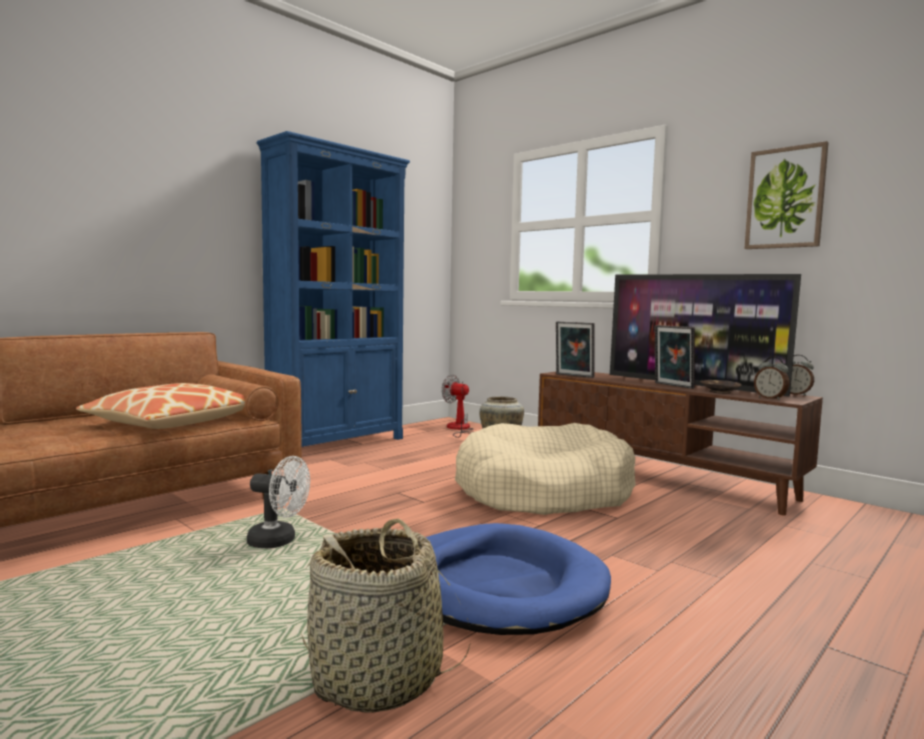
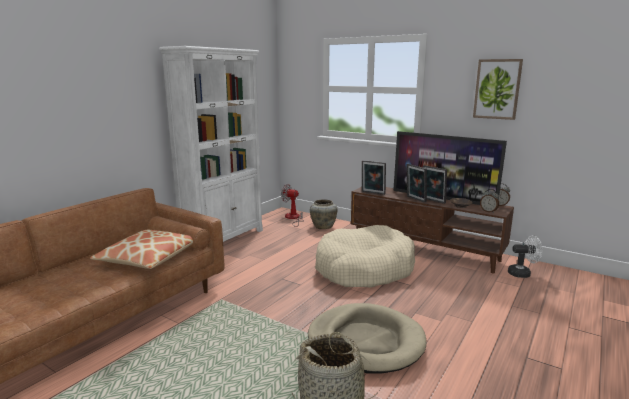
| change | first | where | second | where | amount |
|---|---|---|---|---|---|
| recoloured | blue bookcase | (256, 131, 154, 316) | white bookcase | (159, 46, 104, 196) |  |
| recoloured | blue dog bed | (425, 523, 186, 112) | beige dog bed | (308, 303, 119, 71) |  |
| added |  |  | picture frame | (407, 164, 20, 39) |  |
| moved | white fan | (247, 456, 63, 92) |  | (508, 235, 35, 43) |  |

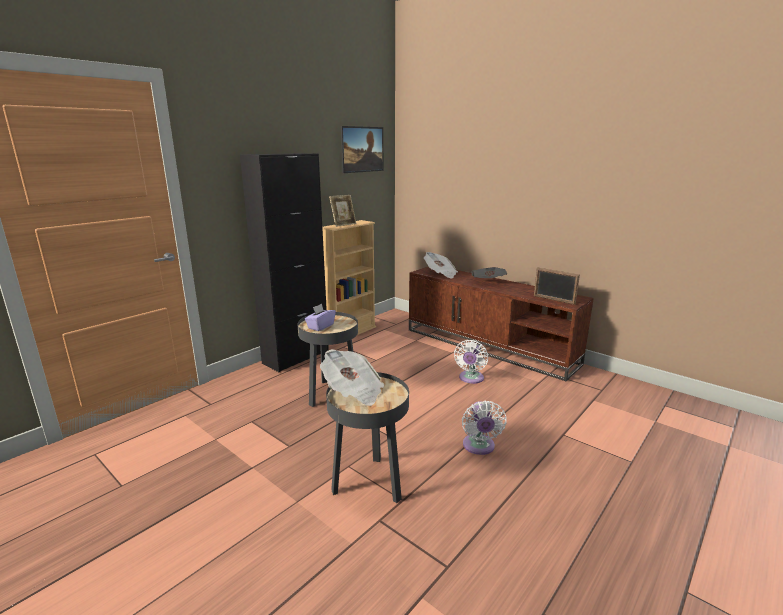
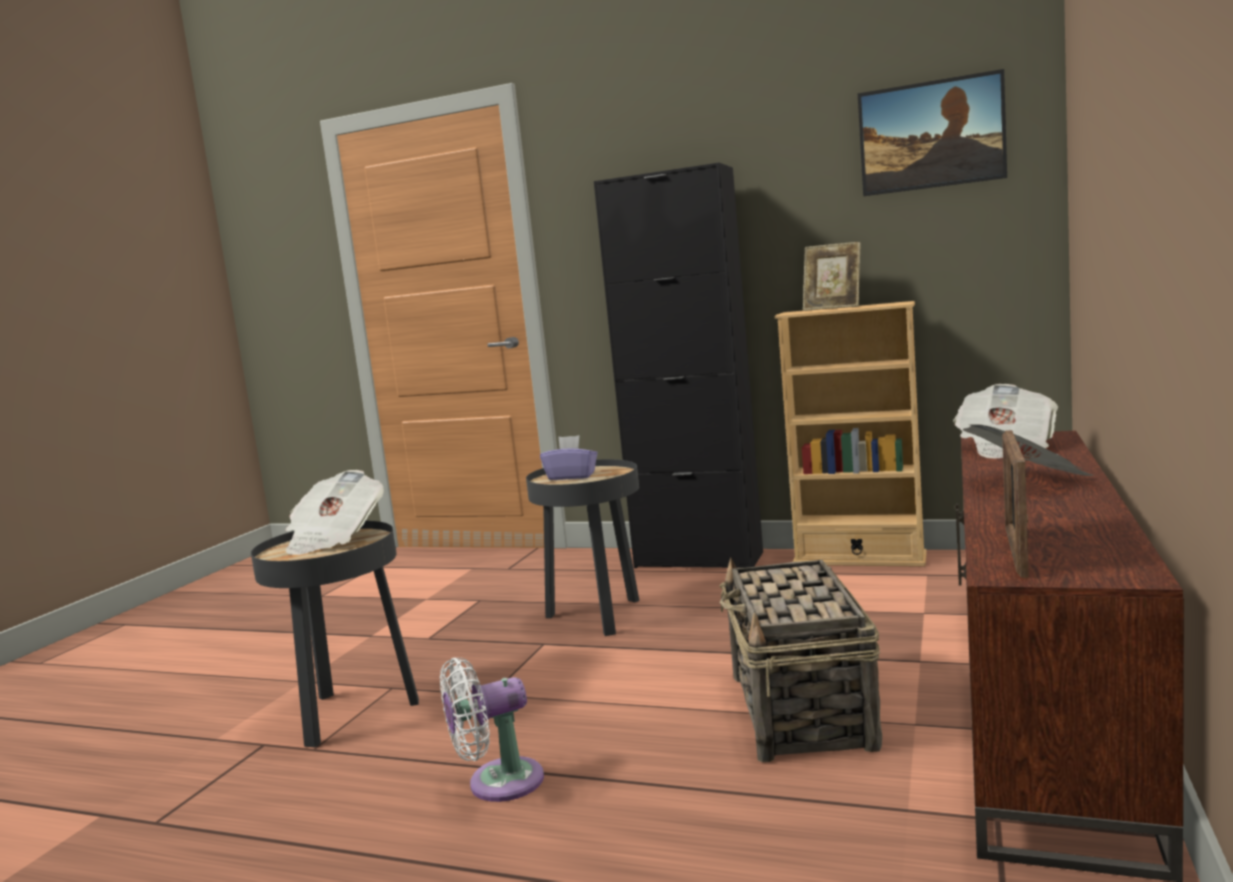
| change | first | where | second | where | amount |
|---|---|---|---|---|---|
| replaced | white fan | (454, 340, 34, 44) | basket | (719, 558, 163, 204) |  |

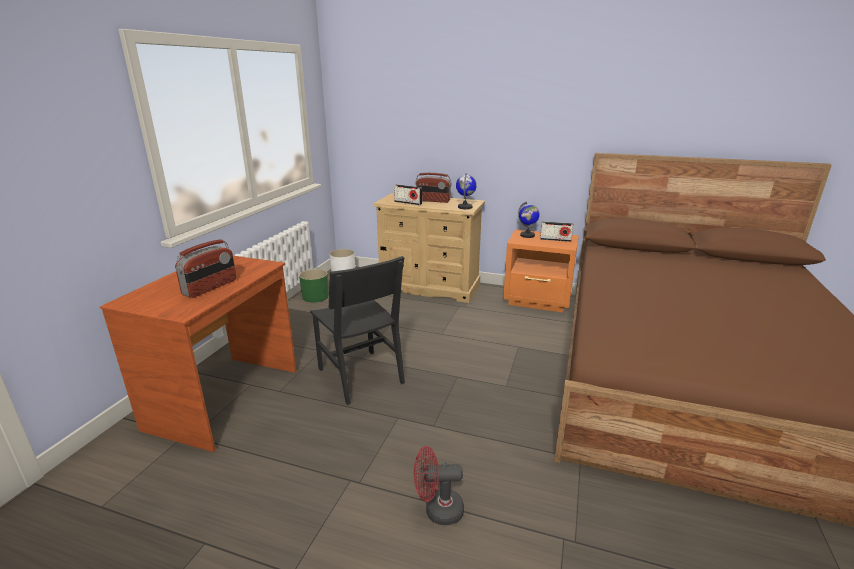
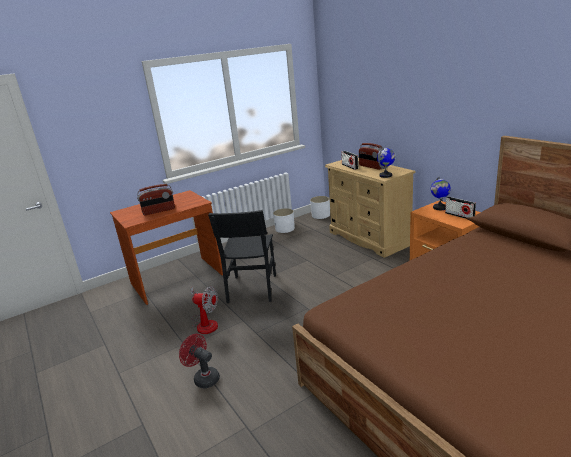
| change | first | where | second | where | amount |
|---|---|---|---|---|---|
| added |  |  | fan | (190, 286, 28, 48) |  |
| recoloured | green planter | (299, 269, 30, 33) | white planter | (273, 208, 22, 25) |  |

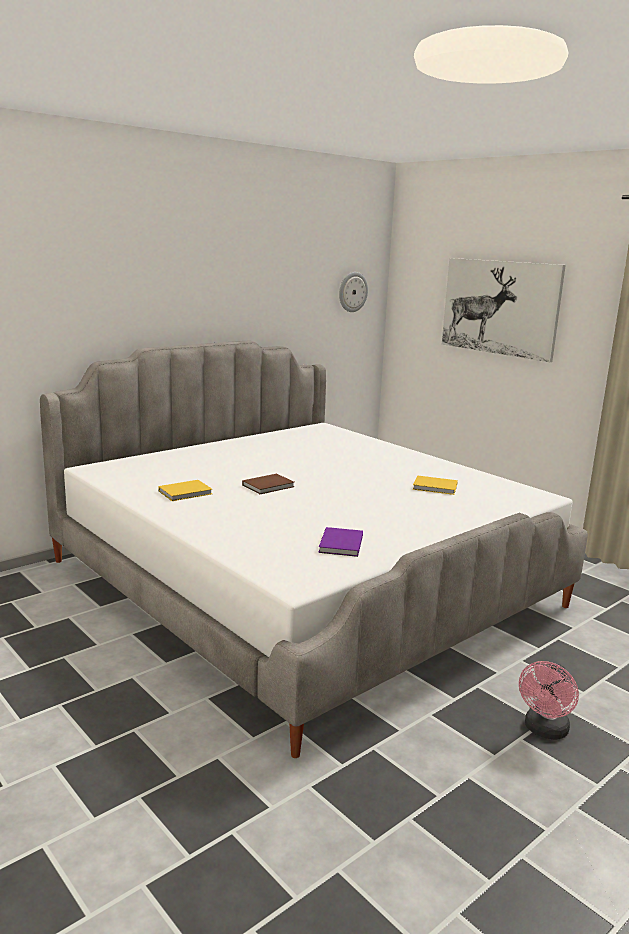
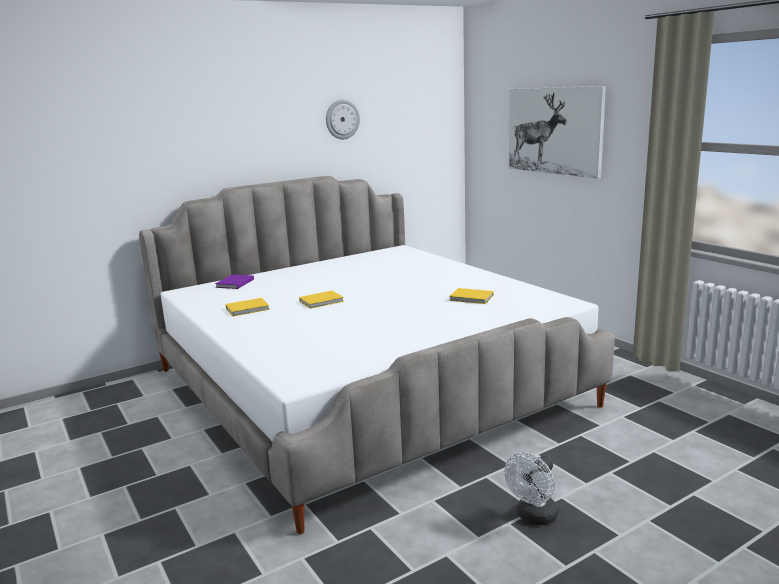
| change | first | where | second | where | amount |
|---|---|---|---|---|---|
| moved | purple book | (318, 527, 45, 30) |  | (215, 274, 39, 15) |  |
| recoloured | brown book | (242, 474, 53, 20) | yellow book | (299, 291, 45, 18) |  |
| moved | wall clock | (339, 272, 29, 40) |  | (326, 99, 34, 40) |  |
| recoloured | pink fan | (519, 661, 60, 79) | white fan | (504, 452, 54, 73) |  |

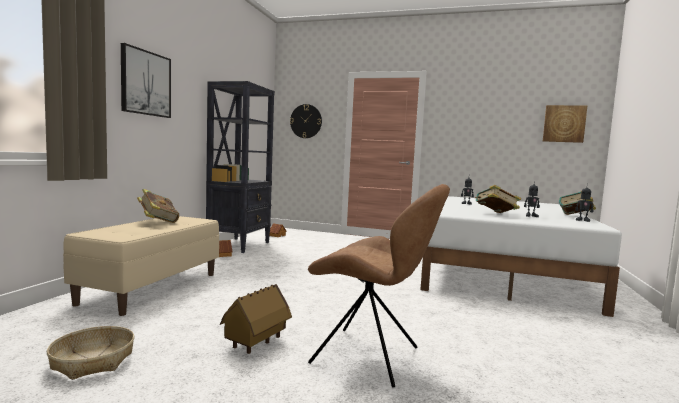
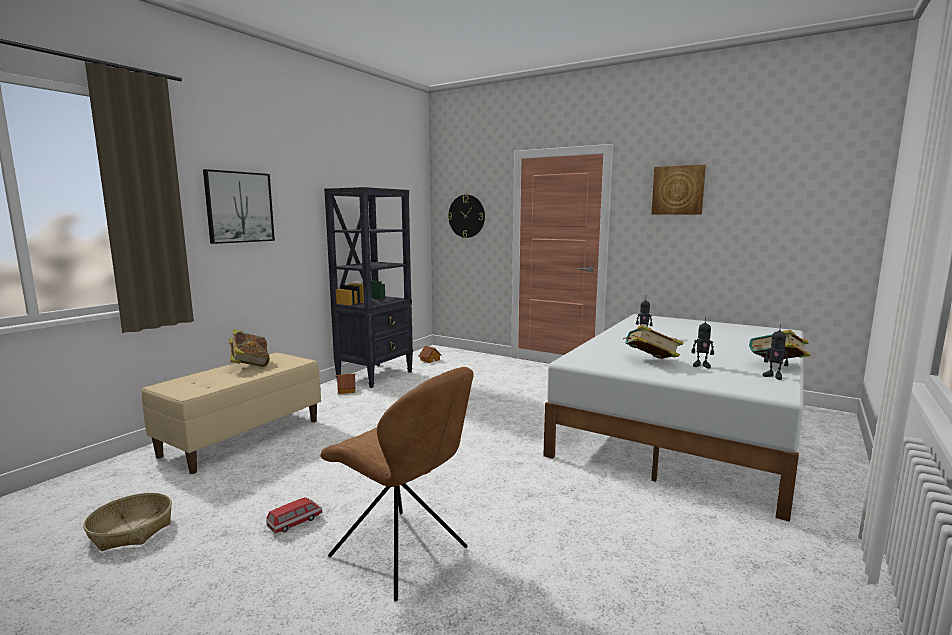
| change | first | where | second | where | amount |
|---|---|---|---|---|---|
| replaced | toy house | (220, 284, 72, 70) | toy car | (266, 497, 57, 37) |  |
| moved | picture | (543, 105, 44, 38) |  | (651, 164, 55, 51) |  |

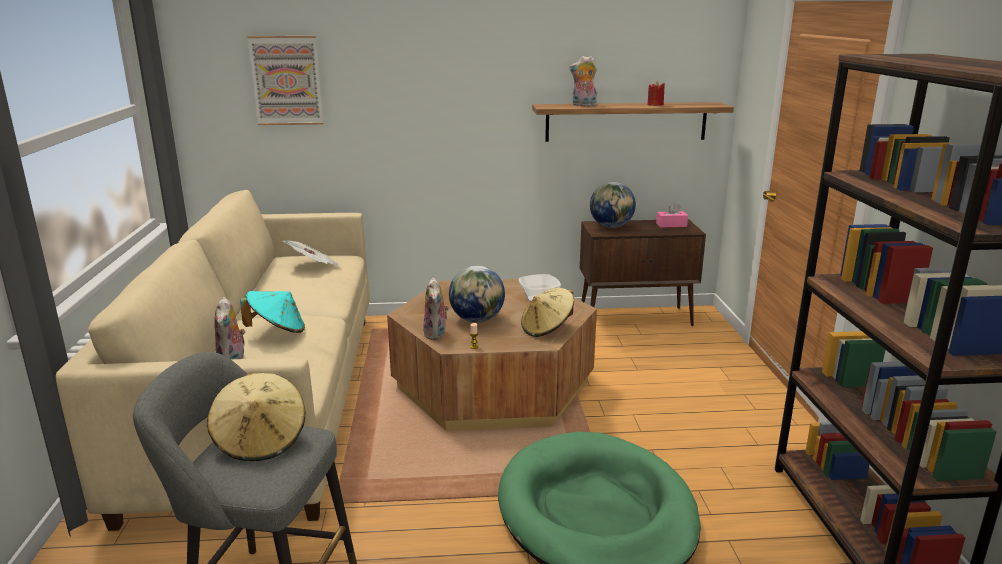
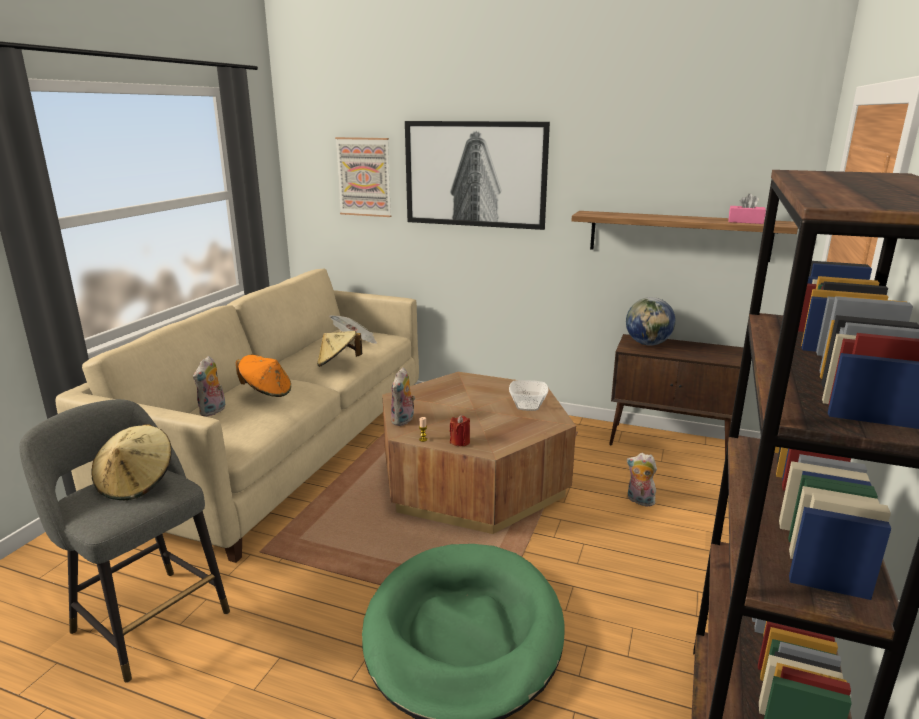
| change | first | where | second | where | amount |
|---|---|---|---|---|---|
| recoloured | turquoise hat | (240, 291, 65, 42) | orange hat | (236, 355, 55, 42) |  |
| moved | beige hat | (521, 288, 53, 49) |  | (317, 331, 45, 36) |  |
| added |  |  | picture | (405, 121, 145, 109) |  |
| moved | red candle | (647, 81, 18, 25) |  | (450, 415, 20, 31) |  |
| moved | plush toy | (569, 56, 28, 50) |  | (627, 453, 30, 53) |  |
| moved | pink tissue box | (656, 202, 32, 26) |  | (728, 194, 38, 30) |  |
| removed | globe | (449, 266, 56, 57) |  |  |  |

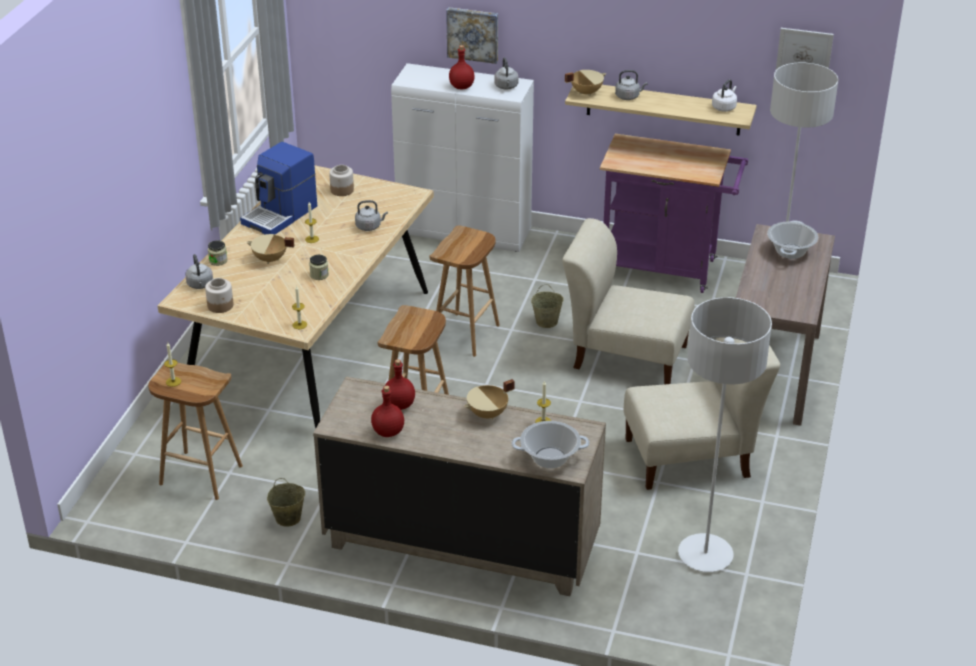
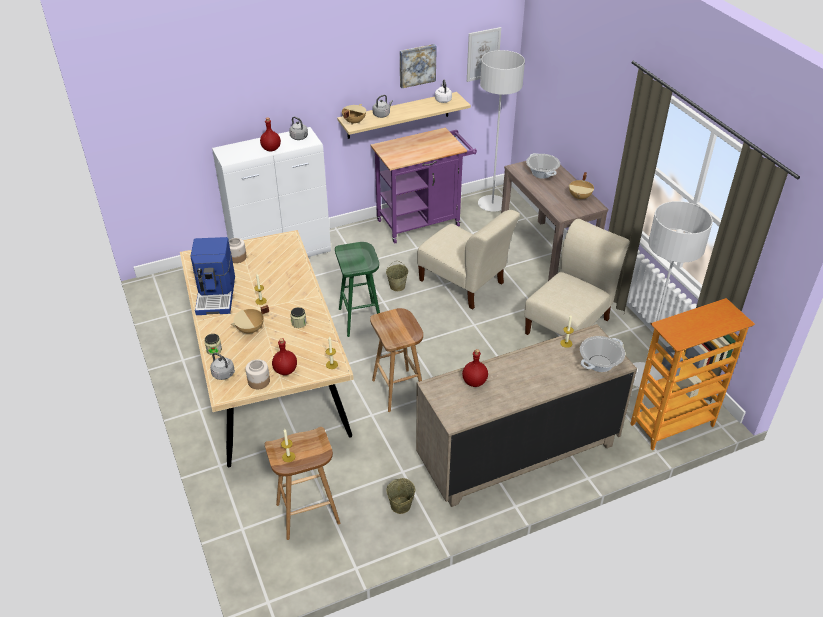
| change | first | where | second | where | amount |
|---|---|---|---|---|---|
| moved | red bottle | (371, 386, 33, 51) |  | (272, 338, 25, 37) |  |
| recoloured | brown stool | (429, 225, 71, 132) | green stool | (335, 242, 45, 95) |  |
| moved | picture | (446, 7, 52, 57) |  | (400, 44, 37, 44) |  |
| turned | beige chair | (562, 218, 132, 166) |  | (417, 210, 103, 99) | 120 degrees counterclockwise |
| moved | beige cooking pot | (465, 379, 49, 41) |  | (569, 172, 25, 28) |  |
| added |  |  | bookcase | (630, 298, 125, 152) |  |
| removed | grey kettle | (355, 200, 33, 31) |  |  |  |

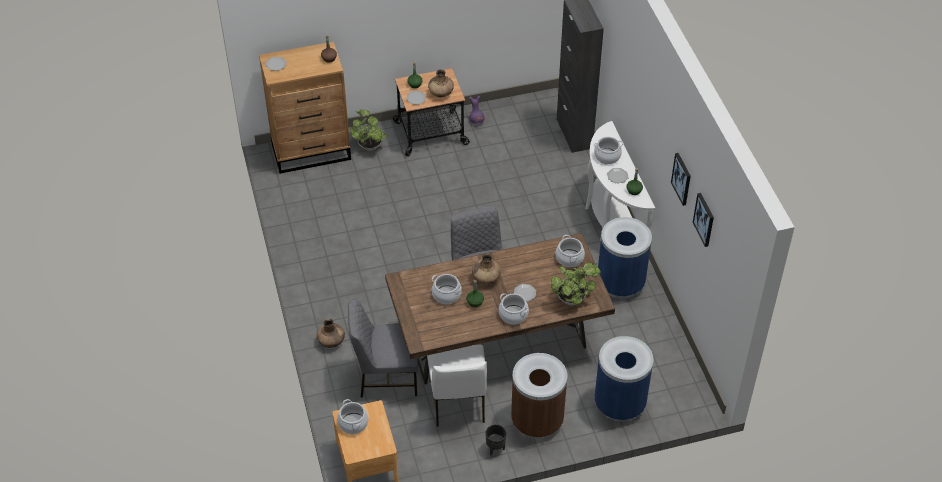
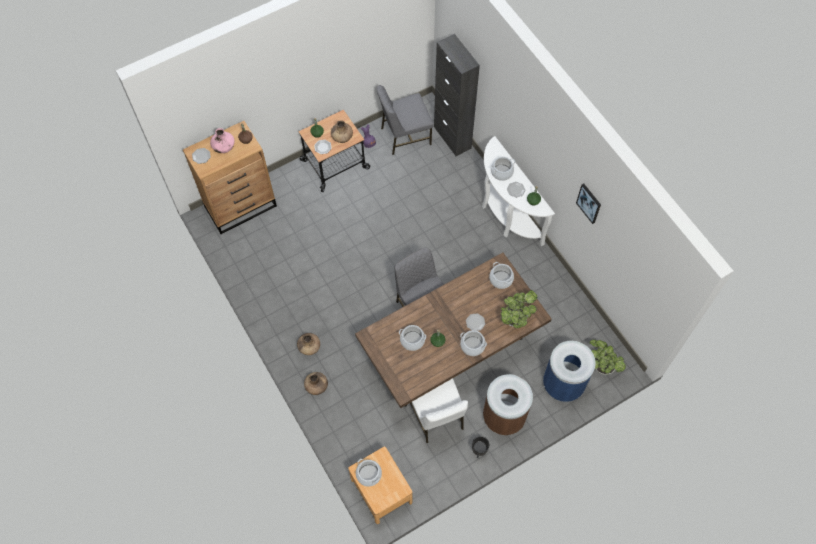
| change | first | where | second | where | amount |
|---|---|---|---|---|---|
| added |  |  | pink vase | (210, 128, 24, 25) |  |
| moved | brown vase | (472, 254, 29, 30) |  | (297, 333, 23, 22) |  |
| moved | grey chair | (348, 299, 70, 98) |  | (377, 85, 57, 70) |  |
| moved | potted plant | (350, 109, 37, 42) |  | (589, 340, 37, 35) |  |
| removed | blue trash can | (598, 217, 54, 82) |  |  |  |
| removed | picture | (693, 193, 21, 54) |  |  |  |

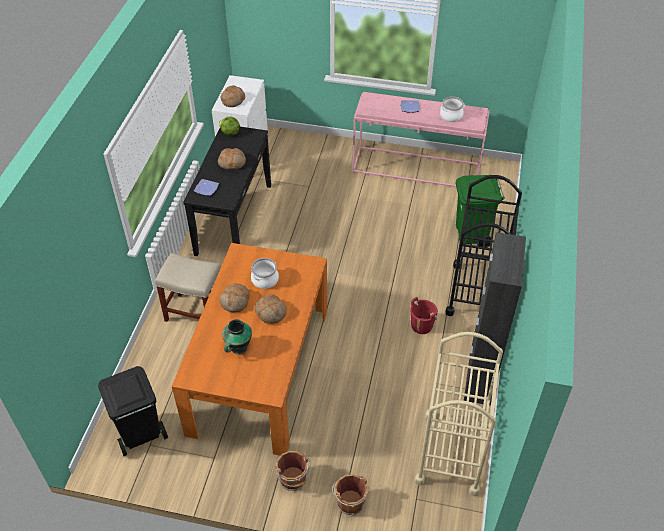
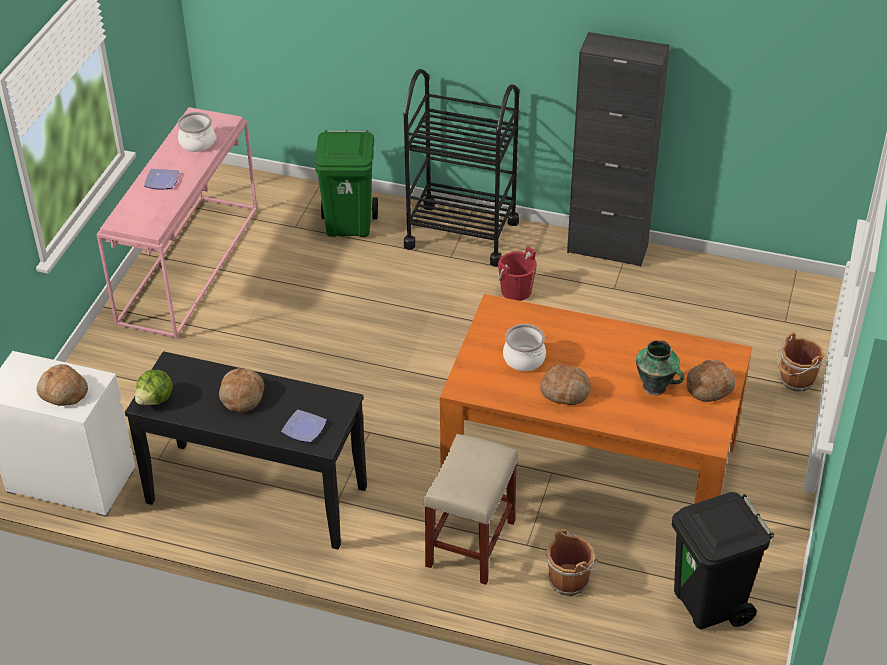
| change | first | where | second | where | amount |
|---|---|---|---|---|---|
| moved | brown bucket | (275, 451, 36, 40) |  | (545, 529, 53, 67) |  |
| moved | bread | (255, 294, 32, 30) |  | (686, 359, 49, 43) |  |
| removed | beige cart | (414, 332, 89, 164) |  |  |  |

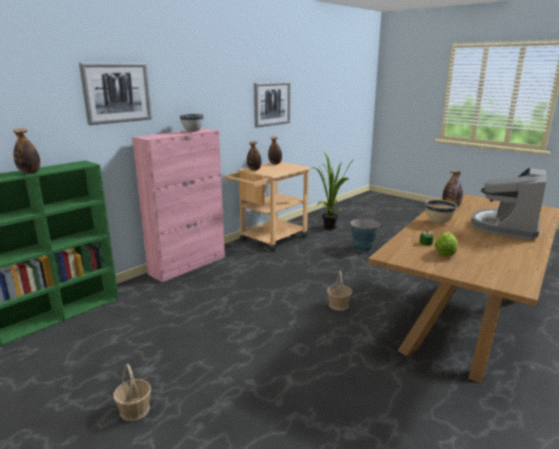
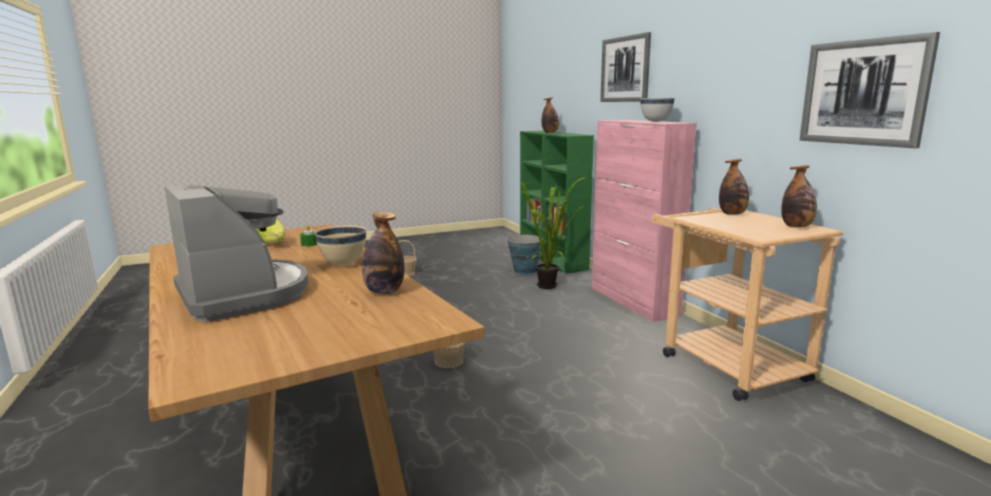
| change | first | where | second | where | amount |
|---|---|---|---|---|---|
| moved | bucket | (350, 218, 30, 34) |  | (506, 235, 37, 39) |  |
| moved | potted plant | (312, 152, 41, 78) |  | (520, 177, 66, 112) |  |

